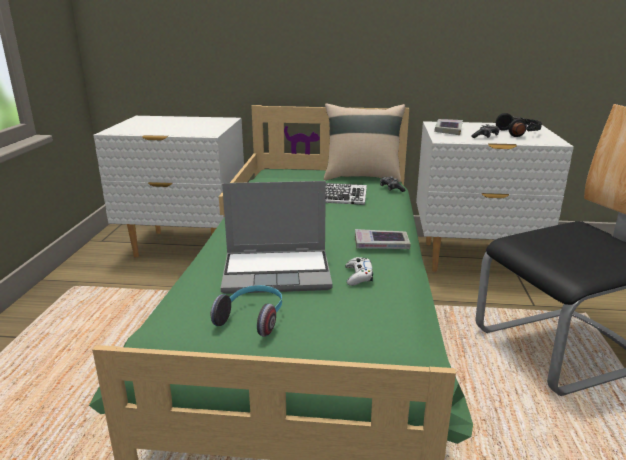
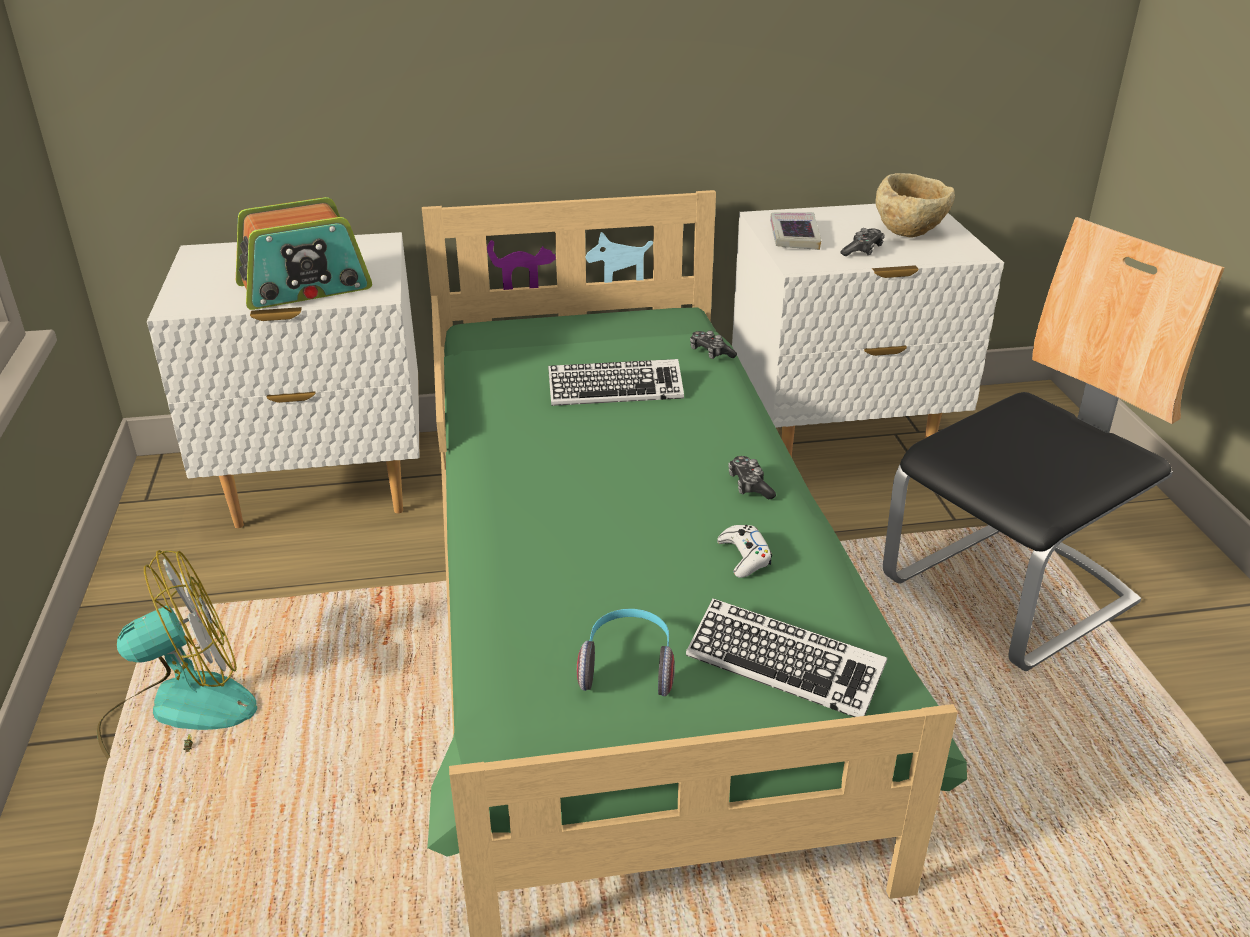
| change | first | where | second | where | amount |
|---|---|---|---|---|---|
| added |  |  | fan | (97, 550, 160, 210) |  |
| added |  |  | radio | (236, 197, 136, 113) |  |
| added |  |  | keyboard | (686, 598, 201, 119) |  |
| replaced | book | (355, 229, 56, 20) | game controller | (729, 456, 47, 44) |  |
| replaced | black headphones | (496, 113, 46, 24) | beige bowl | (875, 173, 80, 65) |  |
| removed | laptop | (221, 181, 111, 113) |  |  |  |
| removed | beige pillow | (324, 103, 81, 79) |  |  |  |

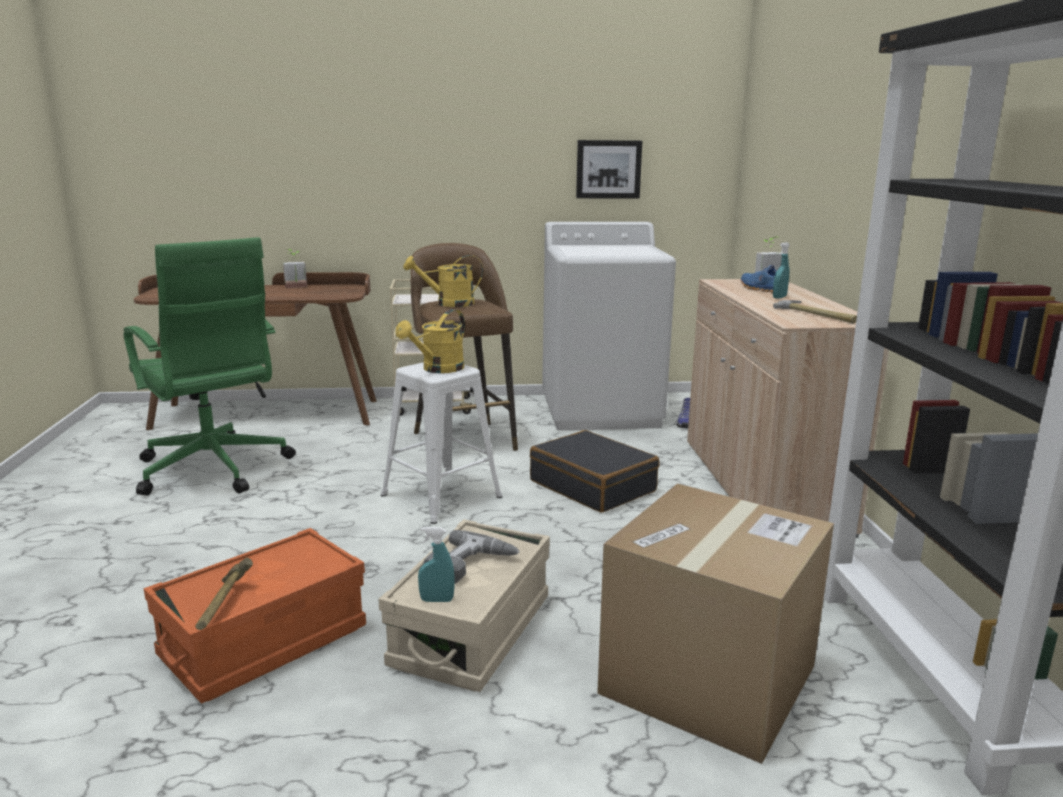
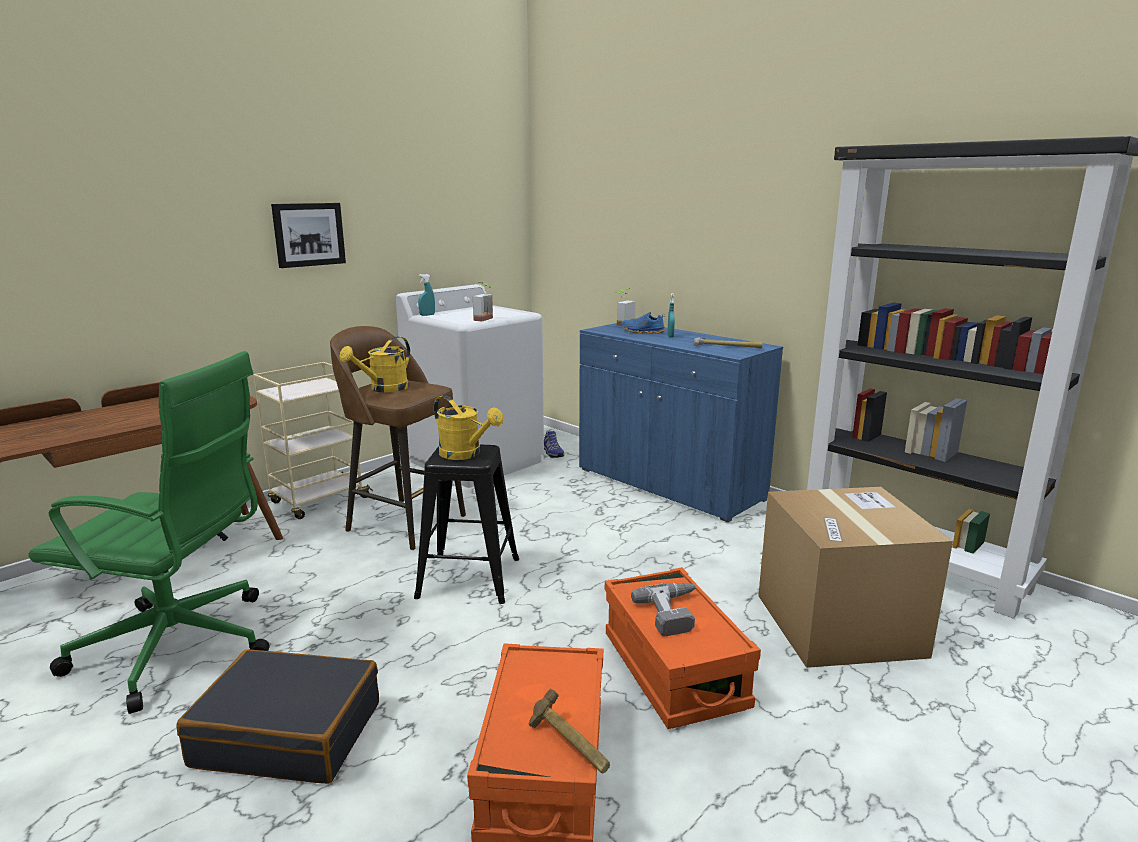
| change | first | where | second | where | amount |
|---|---|---|---|---|---|
| moved | black suitcase | (530, 430, 130, 82) |  | (176, 649, 203, 135) |  |
| moved | picture | (576, 140, 66, 59) |  | (271, 203, 75, 65) |  |
| recoloured | white stool | (381, 362, 121, 162) | black stool | (414, 445, 105, 159) |  |
| moved | turquoise spray bottle | (418, 527, 36, 75) |  | (418, 274, 17, 42) |  |
| turned | yellow watering can | (396, 309, 69, 64) |  | (434, 395, 69, 65) | 45 degrees counterclockwise |
| moved | potted plant | (283, 249, 24, 39) |  | (473, 282, 20, 39) |  |
| recoloured | beige cabinet | (687, 279, 202, 259) | blue cabinet | (579, 323, 204, 199) |  |
| recoloured | beige storage box | (379, 519, 171, 173) | orange storage box | (605, 567, 156, 162) |  |

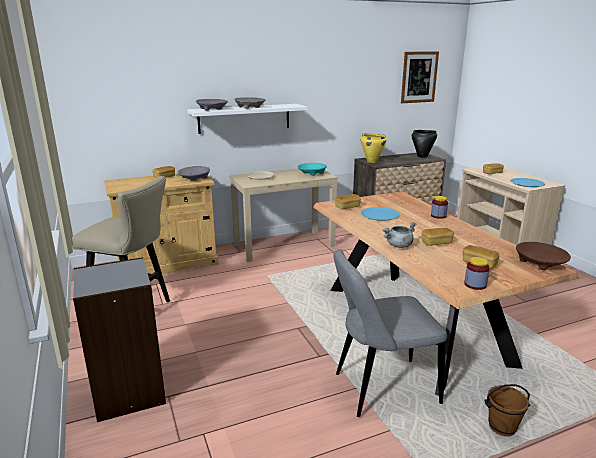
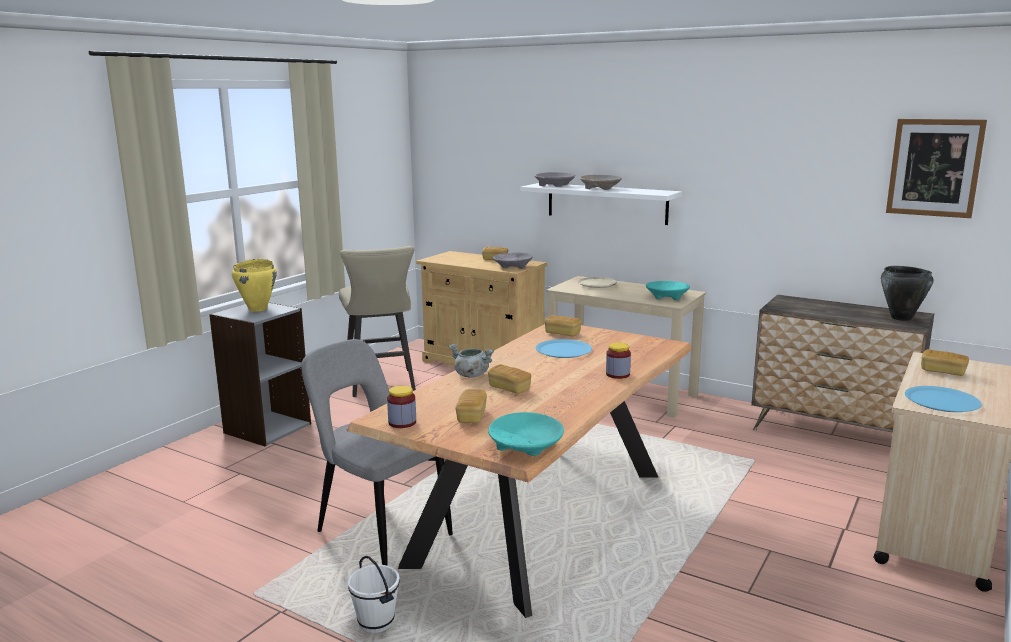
| change | first | where | second | where | amount |
|---|---|---|---|---|---|
| moved | yellow cooking pot | (360, 133, 27, 30) |  | (232, 259, 45, 53) |  |
| recoloured | brown bucket | (484, 384, 46, 52) | white bucket | (348, 556, 52, 77) |  |
| recoloured | brown bowl | (516, 242, 55, 28) | turquoise bowl | (488, 412, 76, 44) |  |

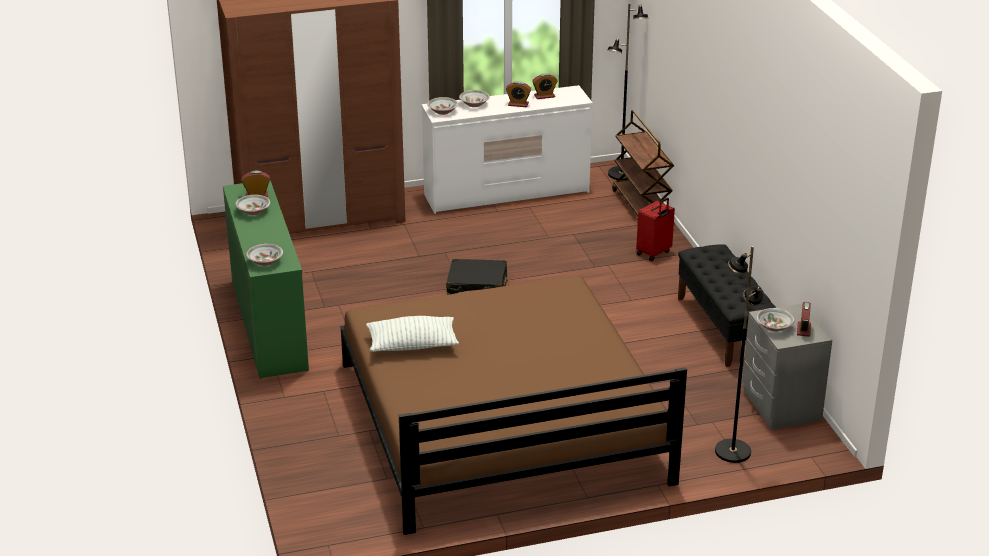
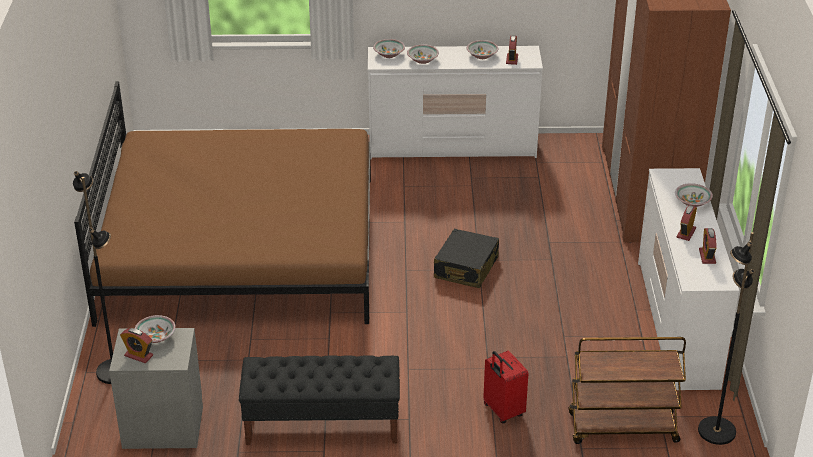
| change | first | where | second | where | amount |
|---|---|---|---|---|---|
| recoloured | green dresser | (223, 180, 86, 199) | white dresser | (368, 46, 175, 114) |  |
| moved | bowl | (427, 97, 31, 18) |  | (407, 45, 32, 19) |  |
| removed | pillow | (366, 316, 93, 36) |  |  |  |

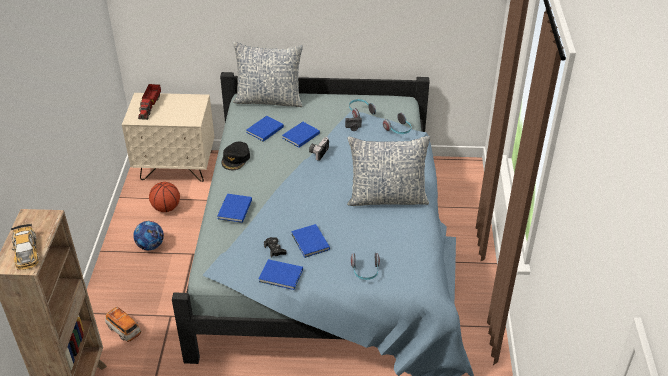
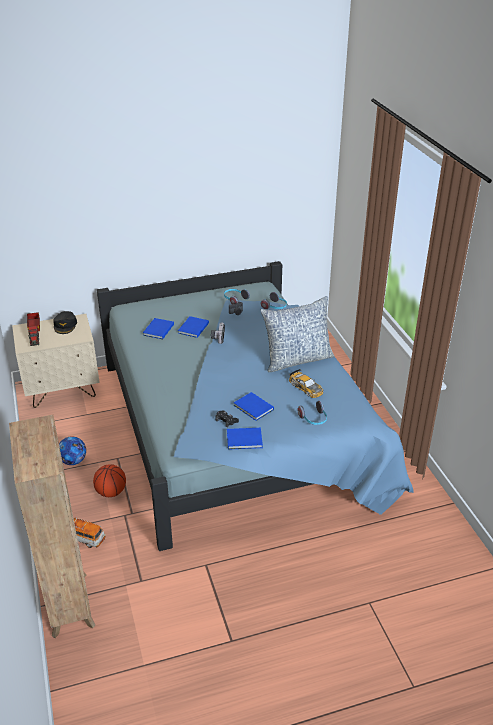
| change | first | where | second | where | amount |
|---|---|---|---|---|---|
| moved | black cap | (222, 142, 28, 28) |  | (53, 311, 24, 23) |  |
| moved | basketball | (149, 182, 31, 30) |  | (93, 464, 33, 33) |  |
| moved | toy car | (11, 224, 28, 46) |  | (289, 369, 34, 29) |  |
| removed | blue book | (217, 194, 35, 29) |  |  |  |
| removed | pillow | (233, 42, 70, 65) |  |  |  |

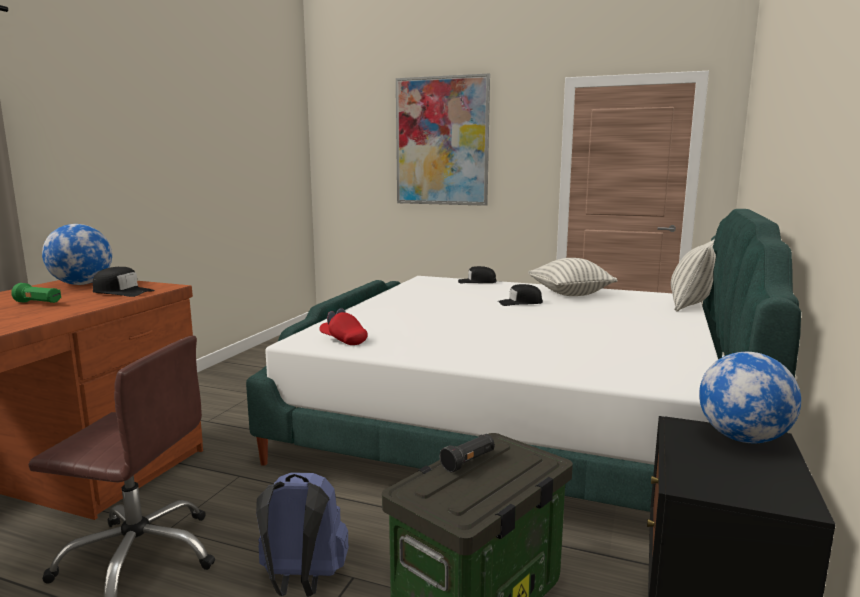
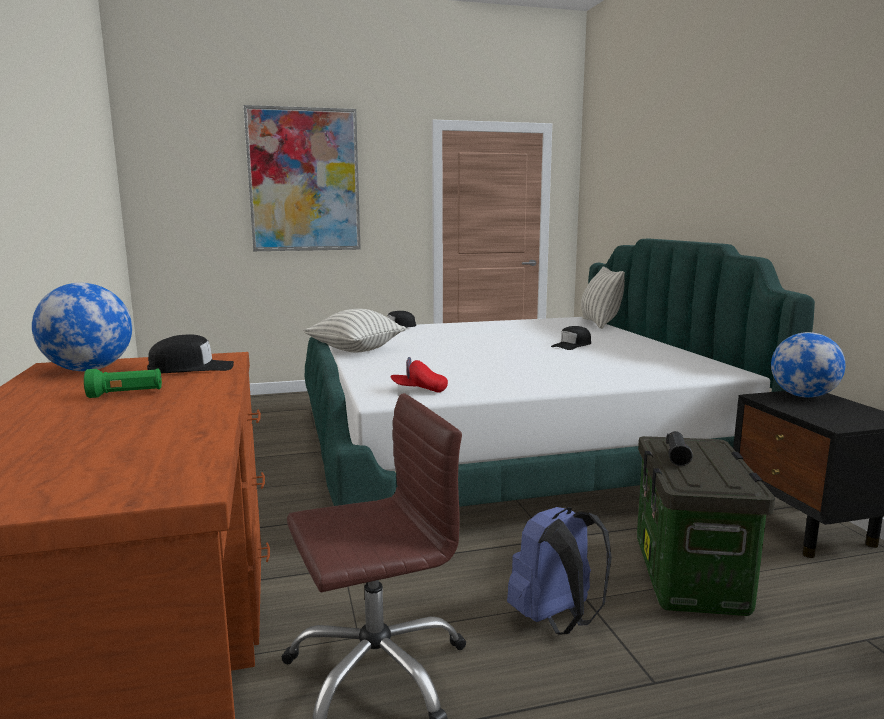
| change | first | where | second | where | amount |
|---|---|---|---|---|---|
| moved | pillow | (528, 258, 90, 38) |  | (303, 309, 103, 43) |  |
| moved | black cap | (498, 284, 45, 22) |  | (551, 326, 40, 24) |  |

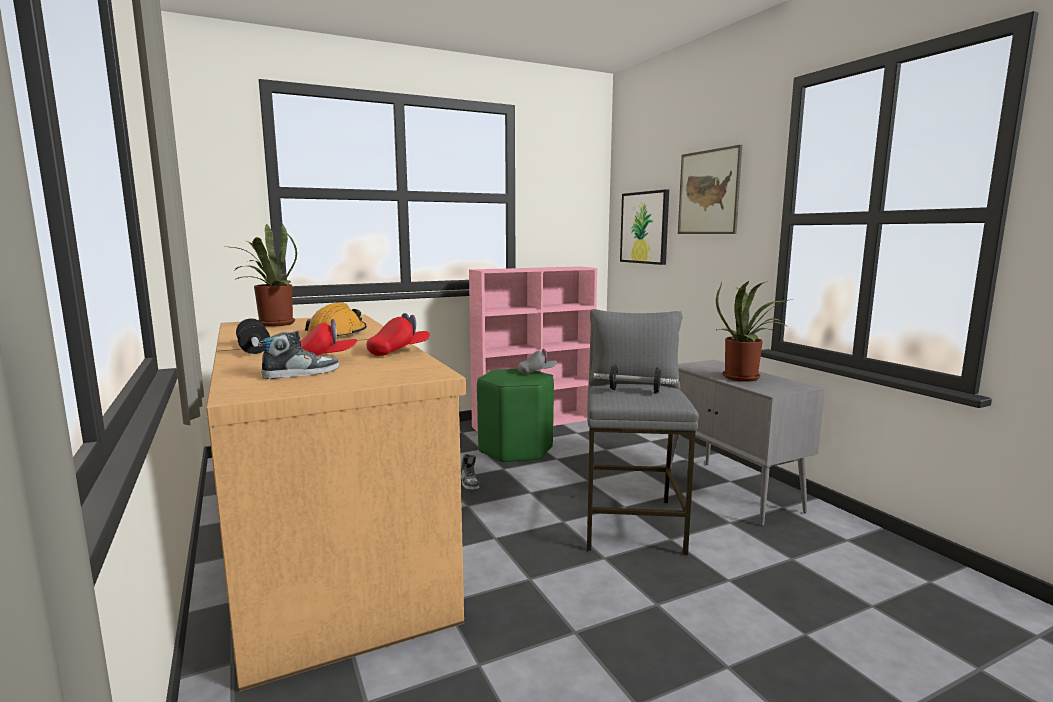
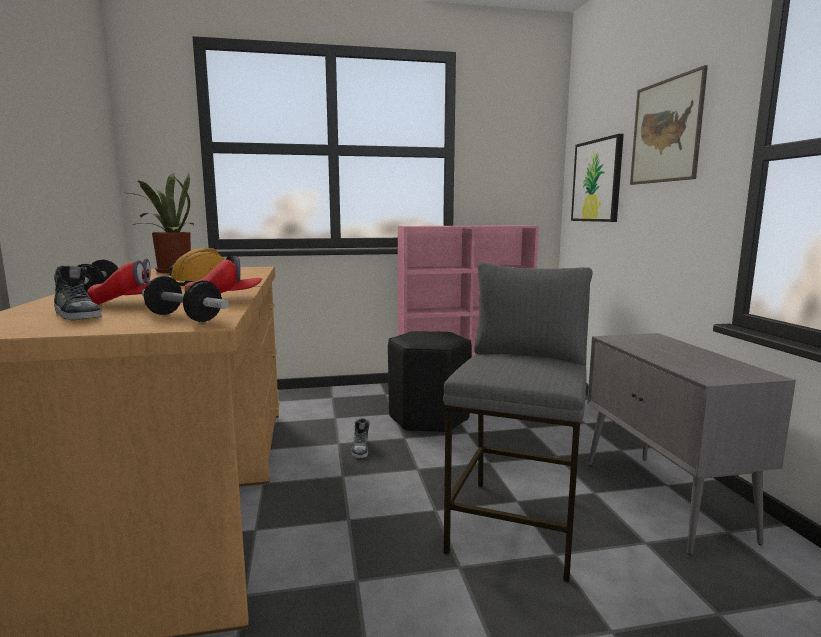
| change | first | where | second | where | amount |
|---|---|---|---|---|---|
| turned | shoe | (258, 331, 81, 48) |  | (54, 266, 48, 55) | 60 degrees clockwise |
| moved | dumbbell | (593, 365, 86, 29) |  | (142, 276, 87, 46) |  |
| recoloured | green stool | (477, 369, 77, 94) | black stool | (388, 331, 84, 101) |  |
| removed | grey cap | (518, 349, 39, 25) |  |  |  |
| removed | potted plant | (716, 281, 72, 101) |  |  |  |

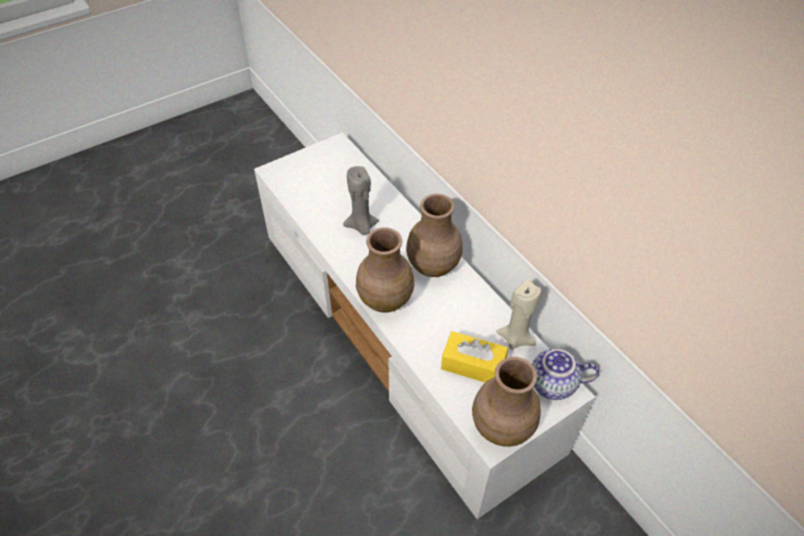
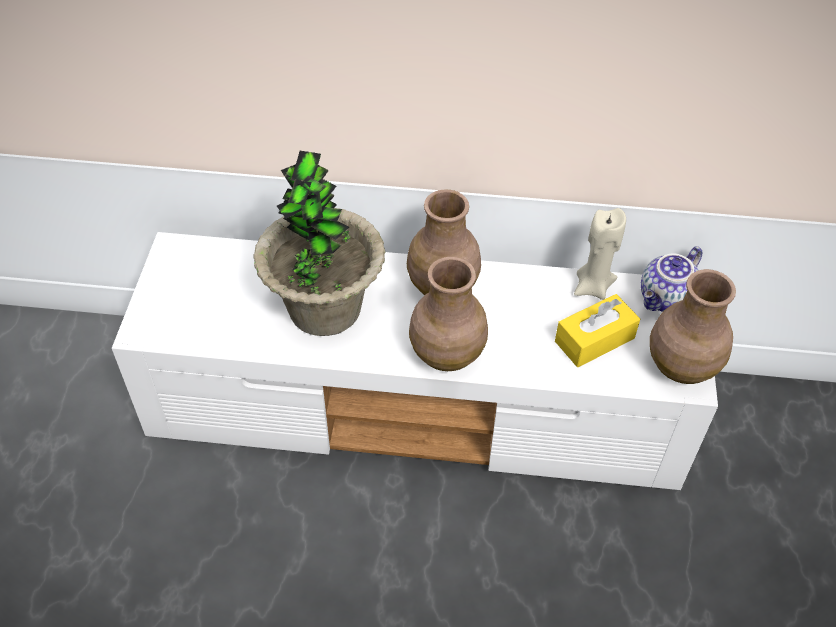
| change | first | where | second | where | amount |
|---|---|---|---|---|---|
| replaced | grey candle | (343, 166, 36, 69) | potted plant | (254, 151, 131, 185) |  |

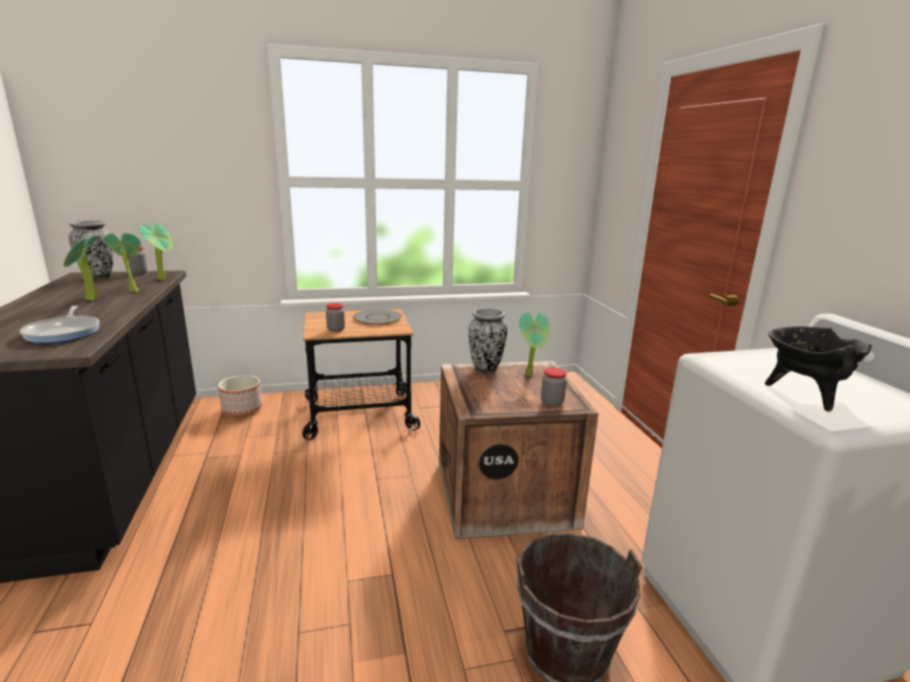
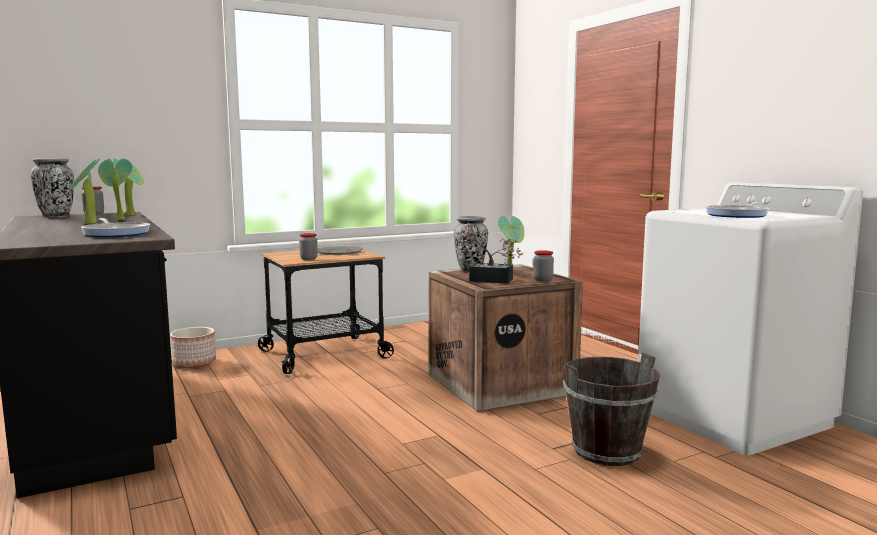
| change | first | where | second | where | amount |
|---|---|---|---|---|---|
| added |  |  | potted plant | (456, 223, 67, 61) |  |
| replaced | black cooking pot | (765, 326, 107, 86) | frying pan | (705, 202, 64, 16) |  |

